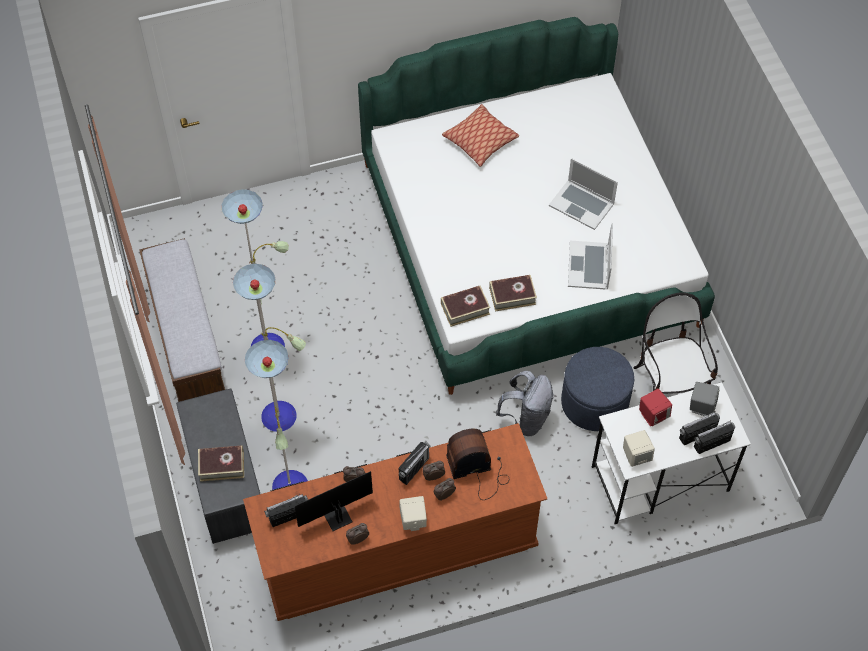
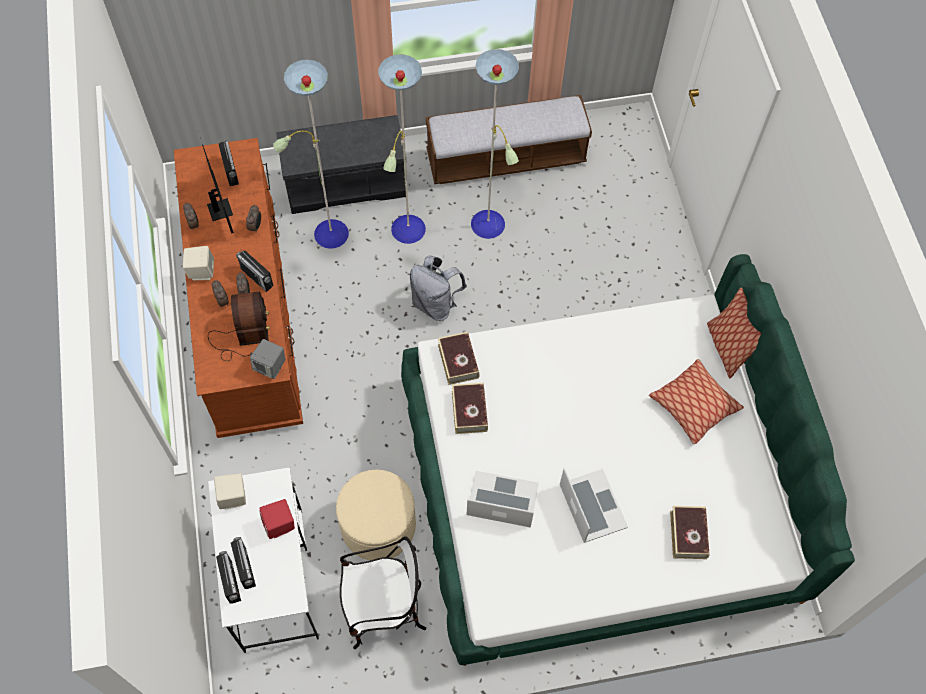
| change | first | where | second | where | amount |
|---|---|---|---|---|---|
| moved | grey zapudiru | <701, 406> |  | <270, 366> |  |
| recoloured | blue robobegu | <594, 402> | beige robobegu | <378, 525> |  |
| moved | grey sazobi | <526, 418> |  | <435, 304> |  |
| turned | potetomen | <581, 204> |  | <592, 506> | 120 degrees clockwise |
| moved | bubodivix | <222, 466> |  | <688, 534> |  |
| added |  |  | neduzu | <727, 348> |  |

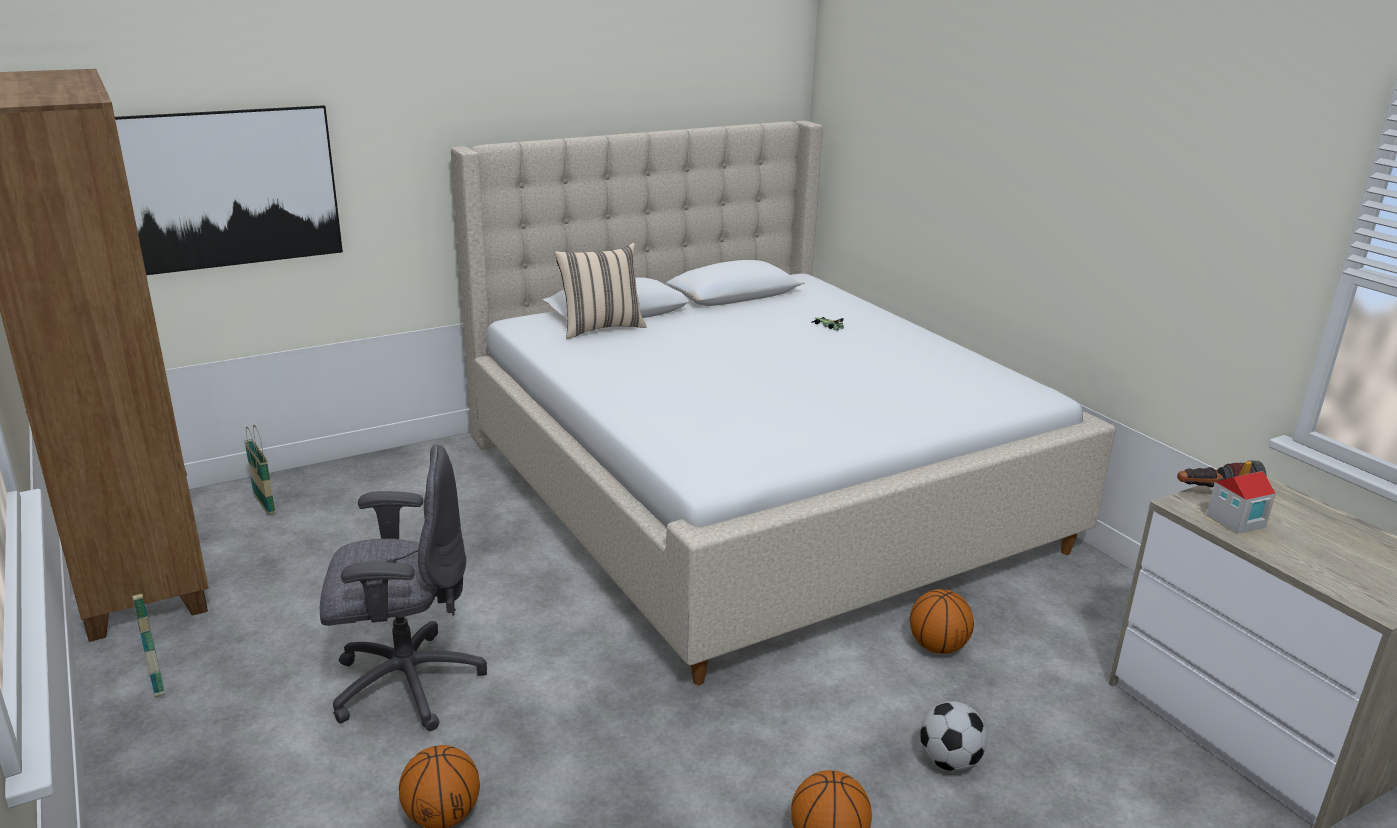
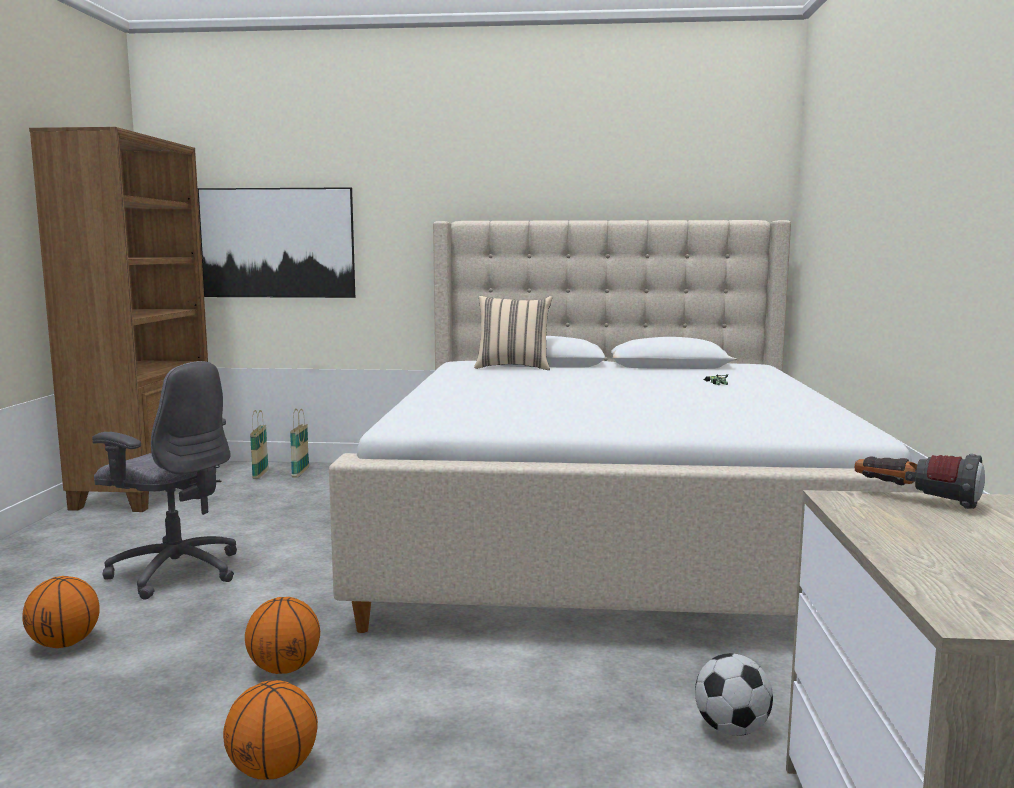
| change | first | where | second | where | amount |
|---|---|---|---|---|---|
| moved | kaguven | <937, 647> |  | <284, 669> |  |
| moved | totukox | <156, 677> |  | <300, 473> |  |
| moved | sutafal | <949, 762> |  | <731, 729> |  |
| removed | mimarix | <1235, 521> |  |  |  |

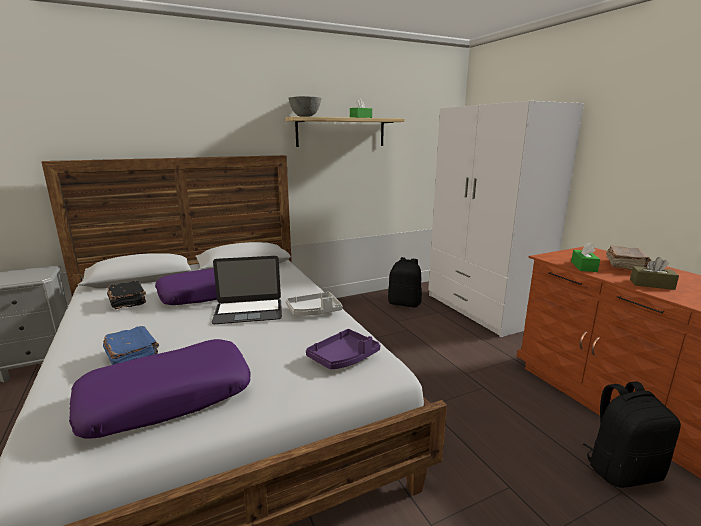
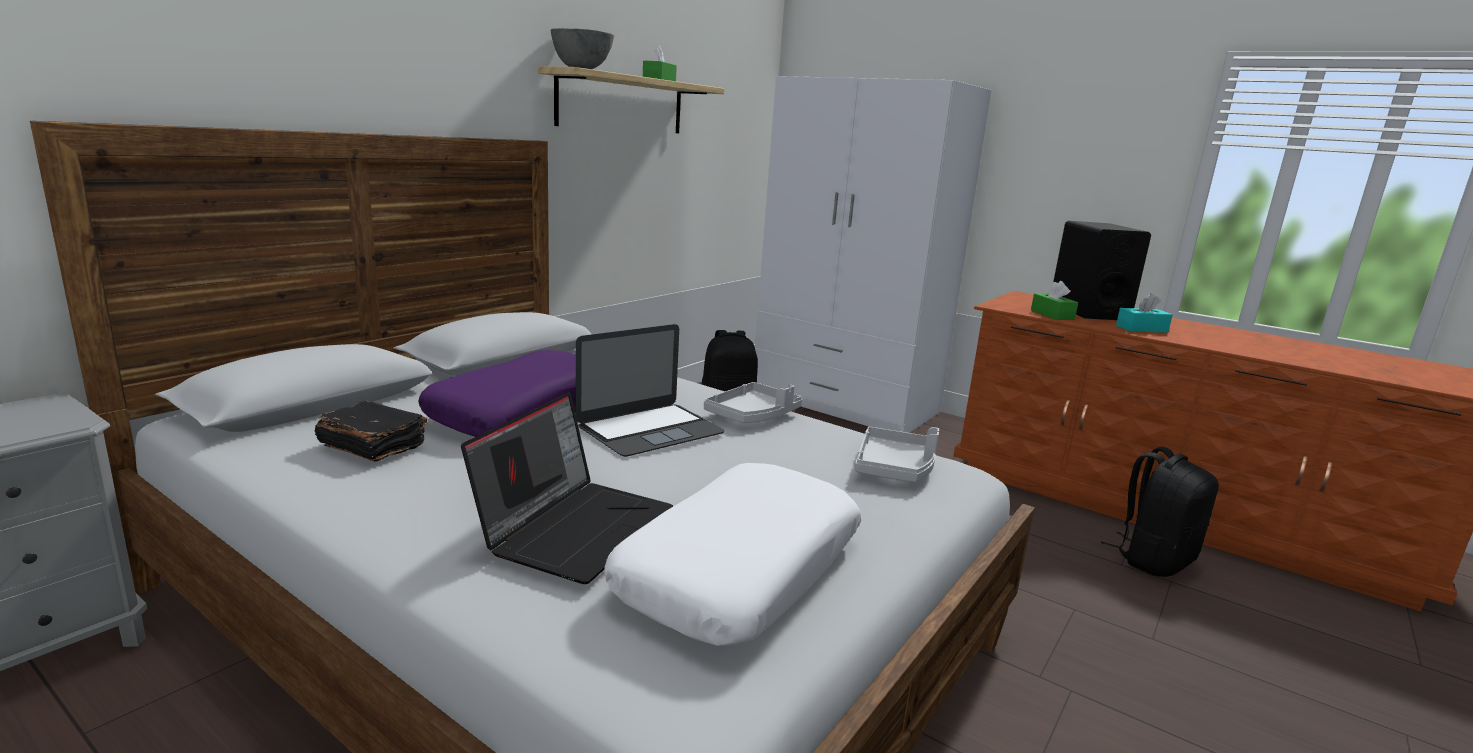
| change | first | where | second | where | amount |
|---|---|---|---|---|---|
| replaced | blue bubodivix | <133, 356> | potetomen | <575, 527> |  |
| recoloured | purple neduzu | <168, 398> | white neduzu | <740, 570> |  |
| recoloured | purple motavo | <344, 358> | grey motavo | <895, 468> |  |
| replaced | brown bubodivix | <625, 266> | black zapudiru | <1088, 311> |  |
| recoloured | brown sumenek | <651, 284> | turquoise sumenek | <1141, 329> |  |

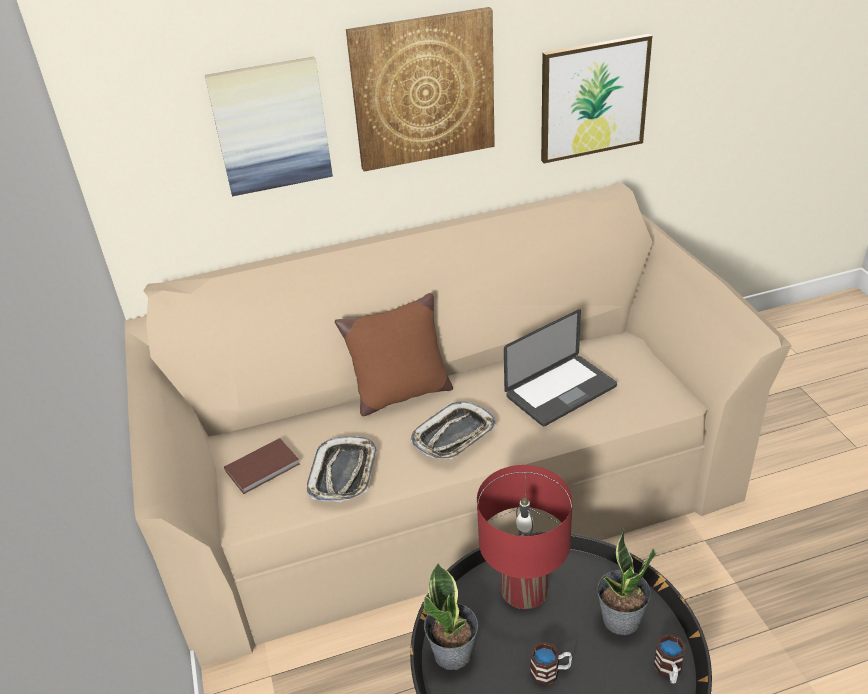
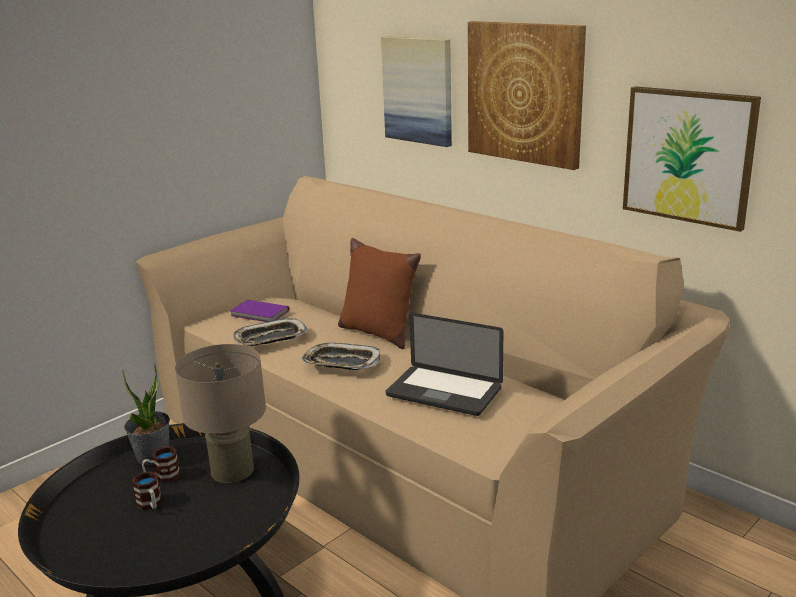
| change | first | where | second | where | amount |
|---|---|---|---|---|---|
| moved | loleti | <669, 670> |  | <162, 477> |  |
| recoloured | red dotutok | <524, 589> | beige dotutok | <232, 470> |  |
| recoloured | brown bubodivix | <264, 468> | purple bubodivix | <259, 314> |  |
| removed | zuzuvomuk | <620, 620> |  |  |  |

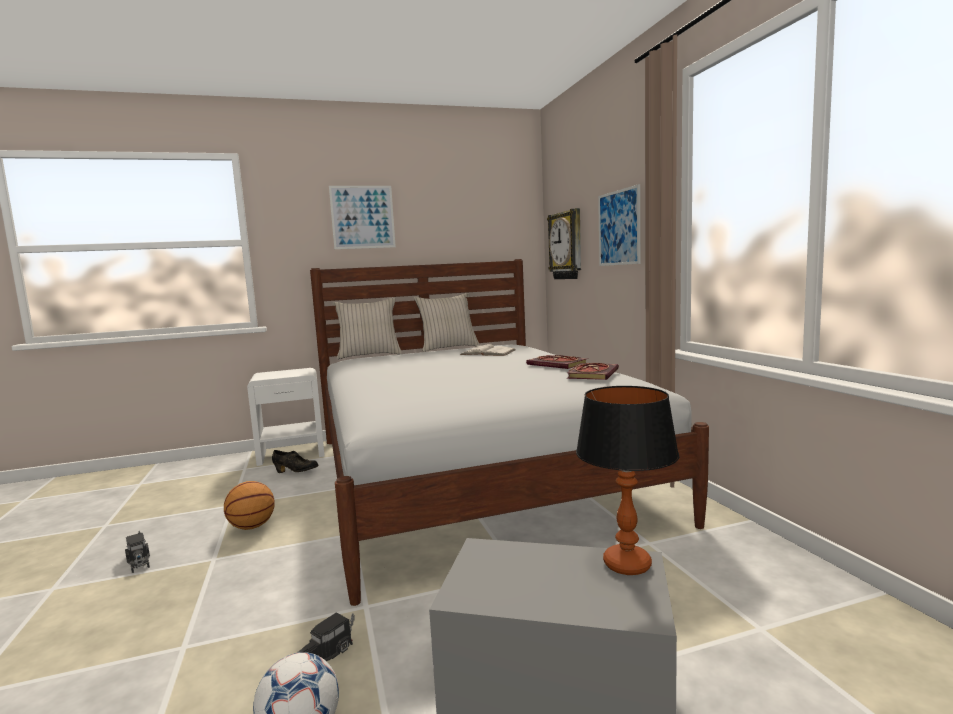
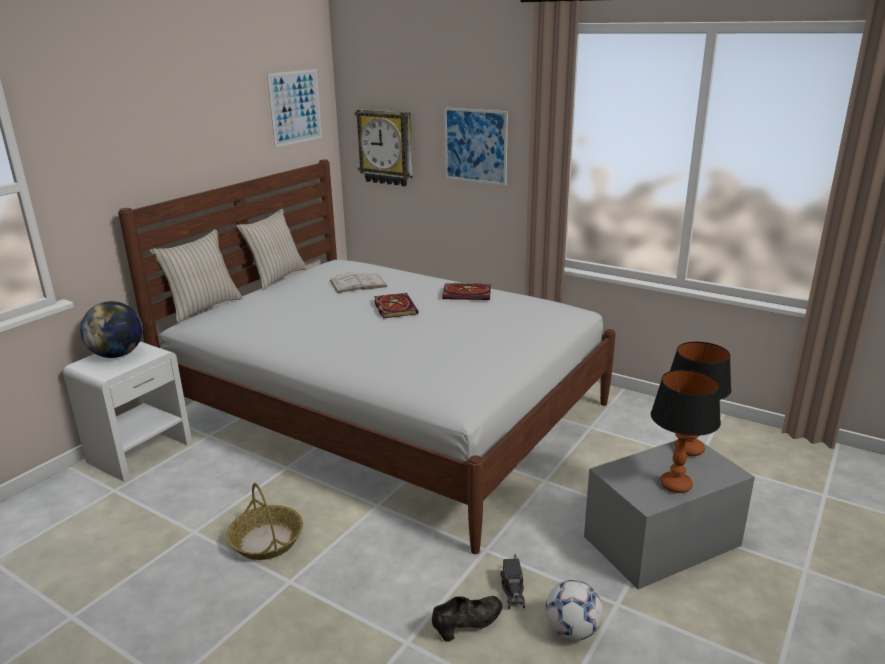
| change | first | where | second | where | amount |
|---|---|---|---|---|---|
| added |  |  | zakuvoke | <117, 355> |  |
| replaced | kaguven | <252, 527> | totukox | <267, 541> |  |
| moved | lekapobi | <362, 217> |  | <295, 107> |  |
| moved | bubodivix | <592, 374> |  | <394, 307> |  |
| moved | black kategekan | <295, 472> |  | <468, 626> |  |
| added |  |  | dotutok | <675, 485> |  |
| removed | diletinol | <138, 561> |  |  |  |

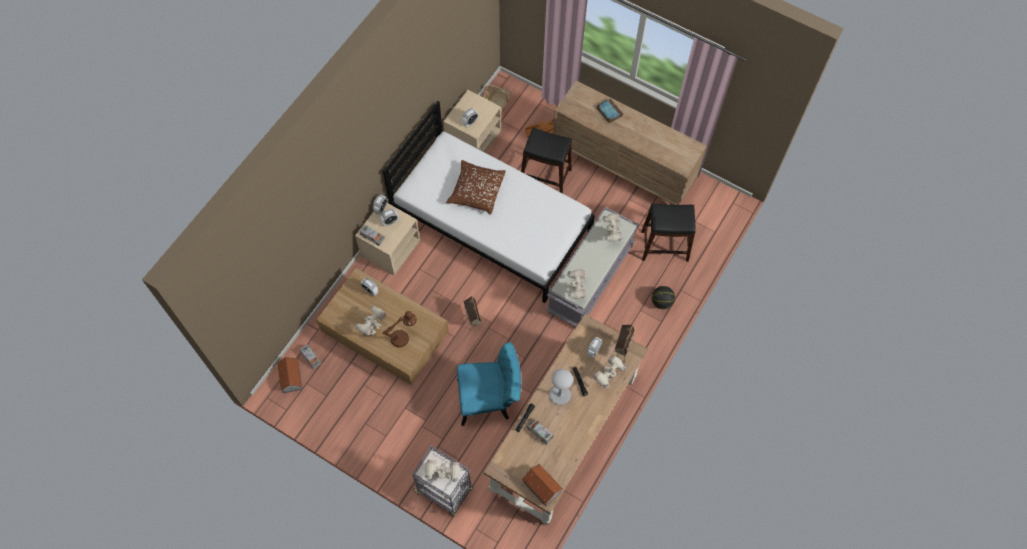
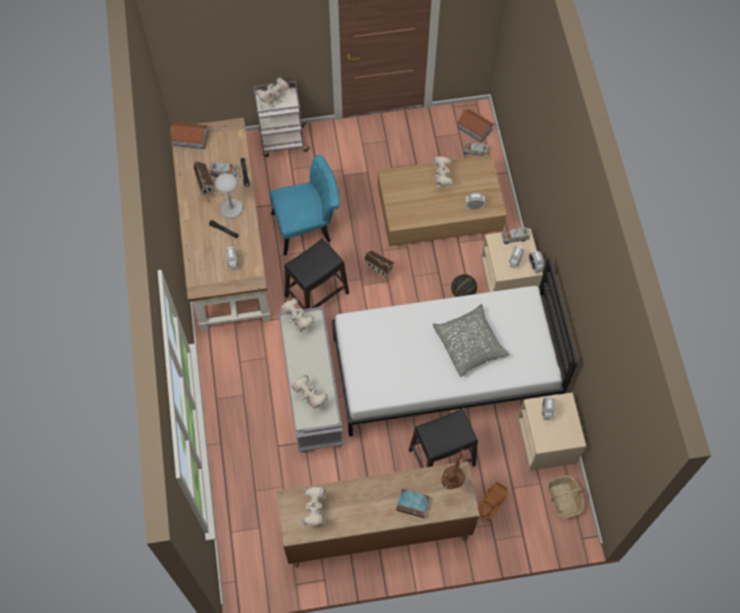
| change | first | where | second | where | amount |
|---|---|---|---|---|---|
| moved | mimarix | <621, 349> |  | <207, 192> |  |
| turned | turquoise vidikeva | <490, 399> |  | <308, 226> | 150 degrees counterclockwise |
| moved | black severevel | <664, 246> |  | <316, 294> |  |
| moved | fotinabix | <607, 378> |  | <315, 512> |  |
| recoloured | brown neduzu | <476, 191> | grey neduzu | <470, 344> |  |
| moved | brown dotutok | <403, 337> |  | <451, 482> |  |
| moved | kaguven | <661, 302> |  | <463, 292> |  |

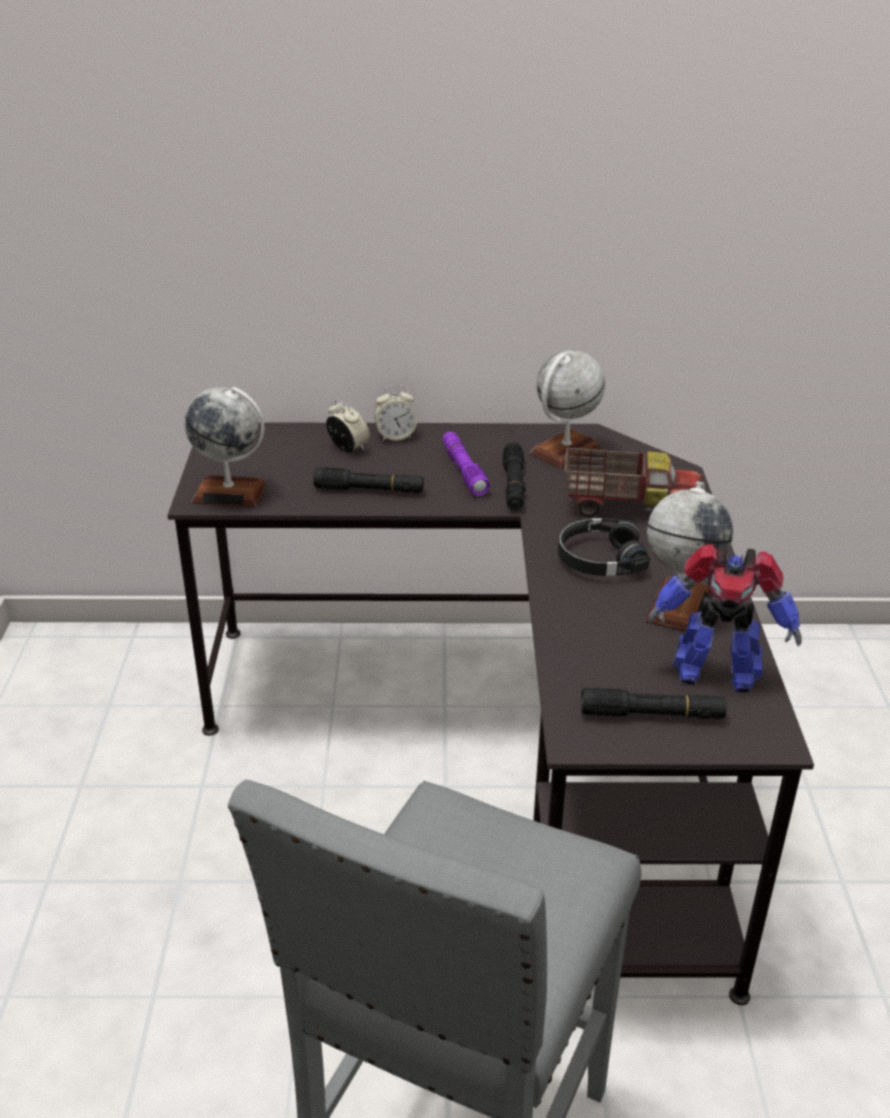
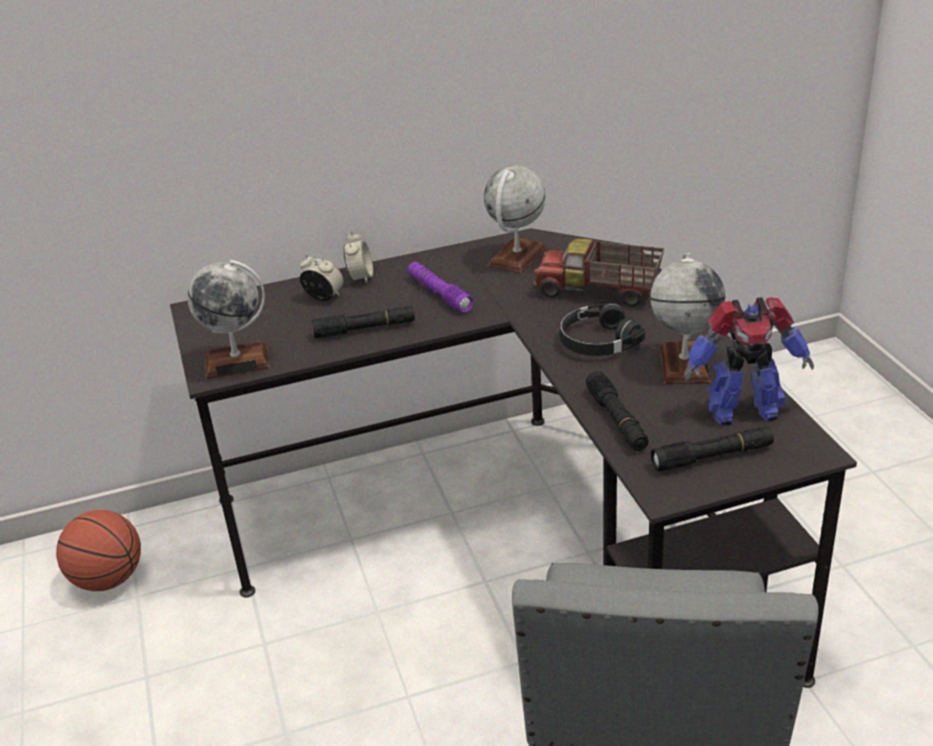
| change | first | where | second | where | amount |
|---|---|---|---|---|---|
| added |  |  | kaguven | <108, 579> |  |
| turned | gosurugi | <395, 436> |  | <360, 277> | 60 degrees counterclockwise |
| turned | diletinol | <630, 507> |  | <598, 292> | 150 degrees counterclockwise |
| moved | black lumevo | <513, 485> |  | <617, 420> |  |

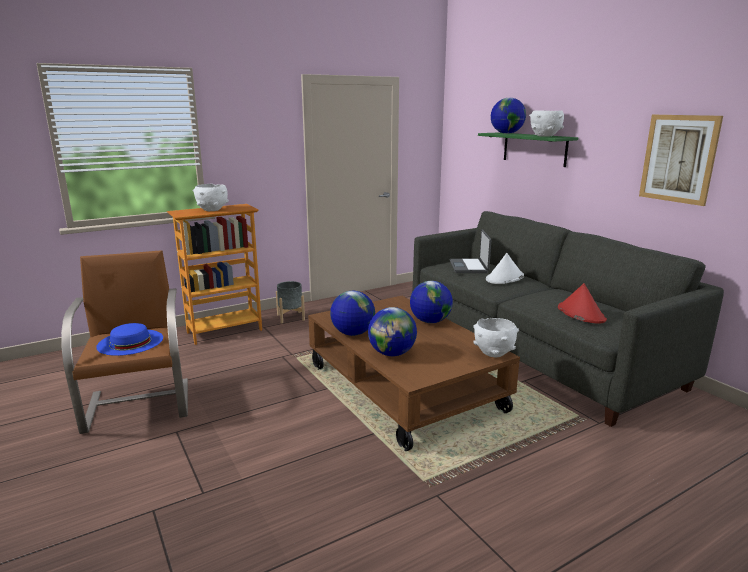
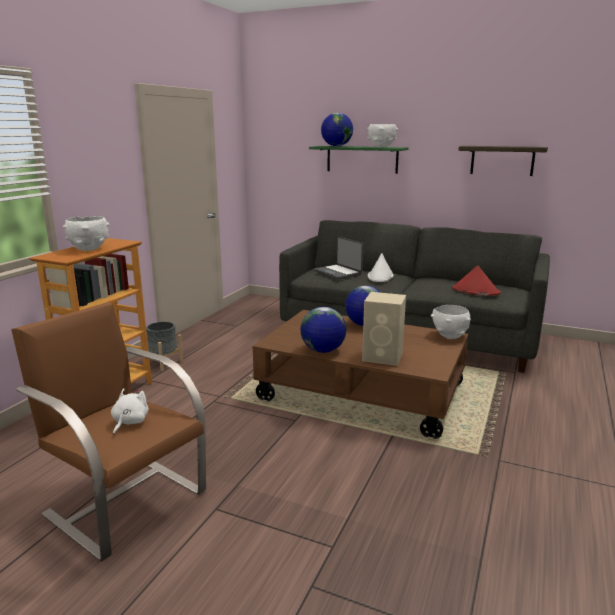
| change | first | where | second | where | amount |
|---|---|---|---|---|---|
| replaced | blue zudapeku | <130, 342> | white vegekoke | <129, 422> |  |
| replaced | zakuvoke | <392, 353> | beige zapudiru | <383, 357> |  |
| replaced | lekapobi | <678, 159> | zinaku | <502, 160> |  |

